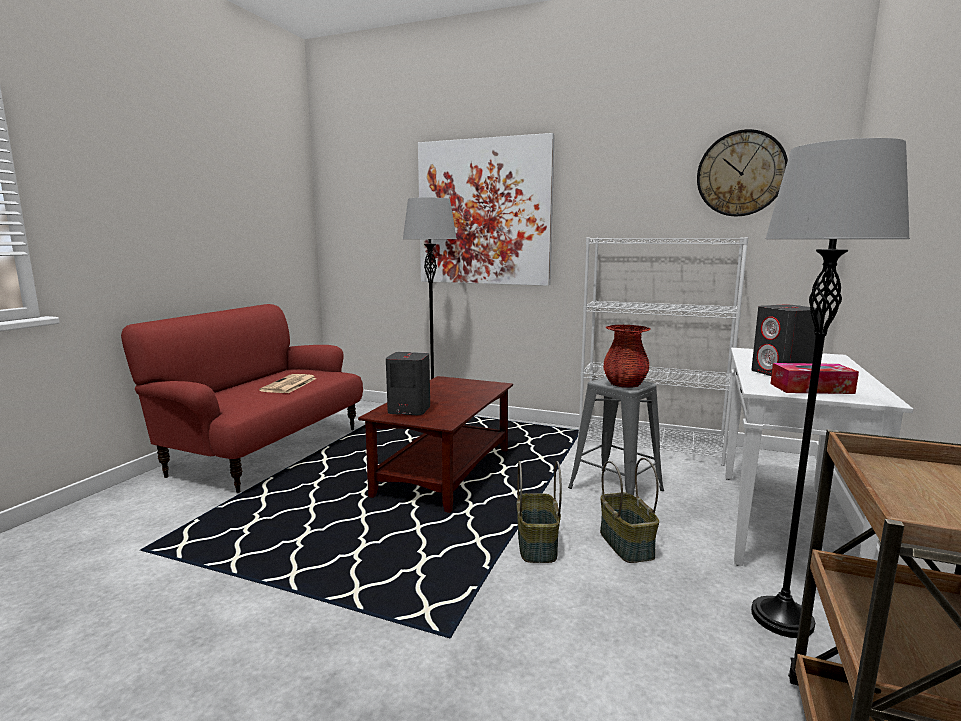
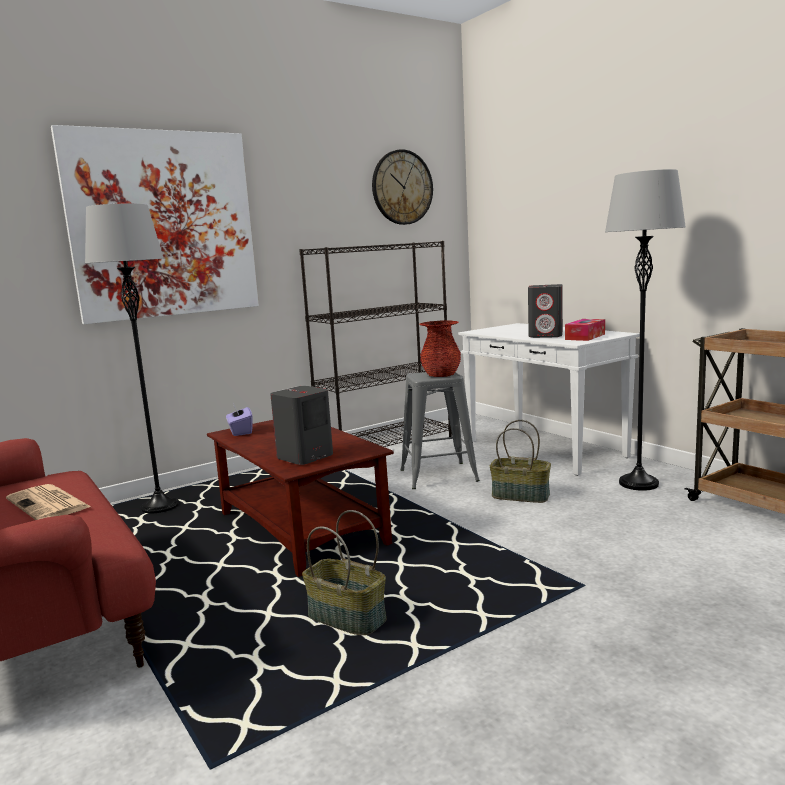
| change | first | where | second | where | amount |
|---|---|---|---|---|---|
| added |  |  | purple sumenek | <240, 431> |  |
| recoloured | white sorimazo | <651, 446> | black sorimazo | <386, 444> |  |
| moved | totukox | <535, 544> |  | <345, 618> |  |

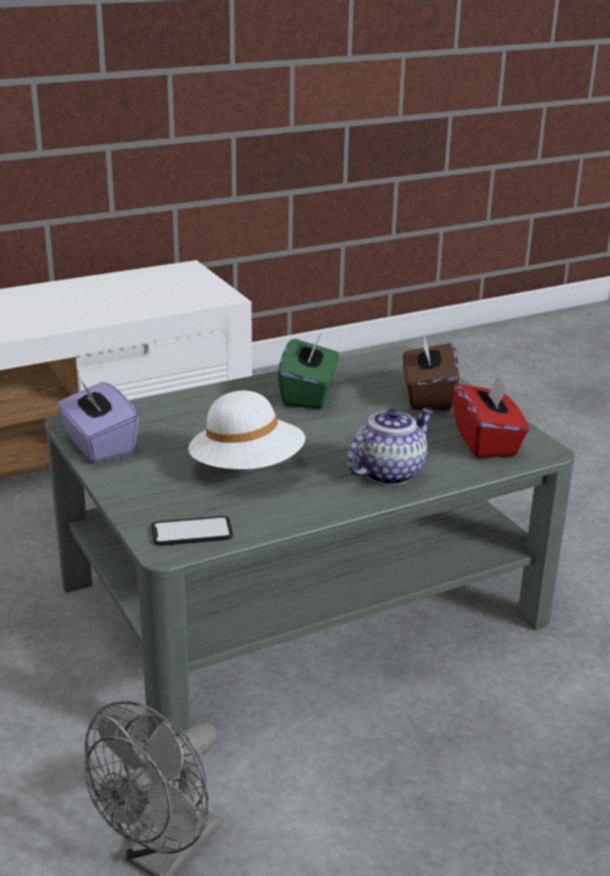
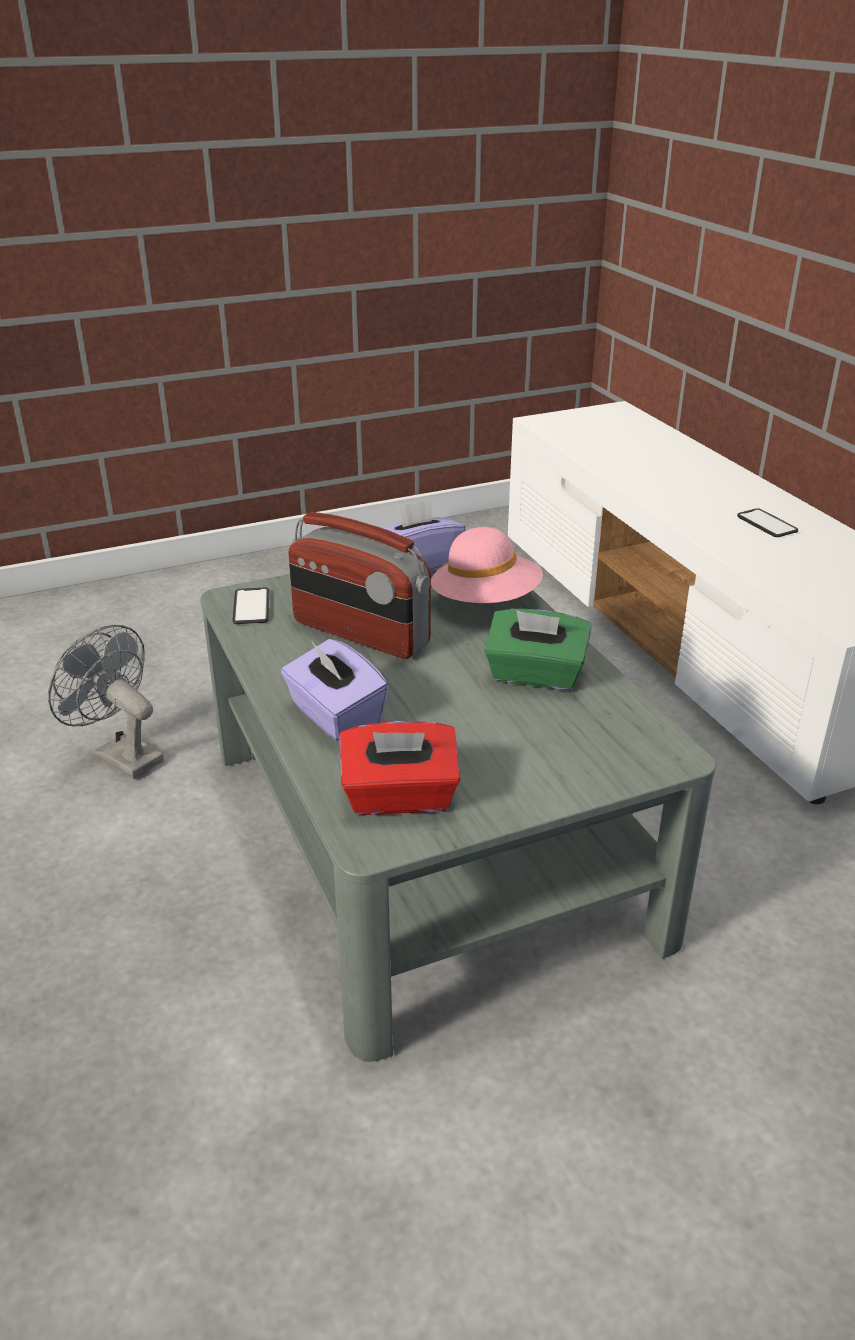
| change | first | where | second | where | amount |
|---|---|---|---|---|---|
| replaced | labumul | <389, 472> | purple sumenek | <335, 716> |  |
| replaced | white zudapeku | <247, 468> | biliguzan | <360, 634> |  |
| added |  |  | pink zudapeku | <486, 602> |  |
| added |  |  | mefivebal | <766, 524> |  |
| removed | brown sumenek | <427, 397> |  |  |  |

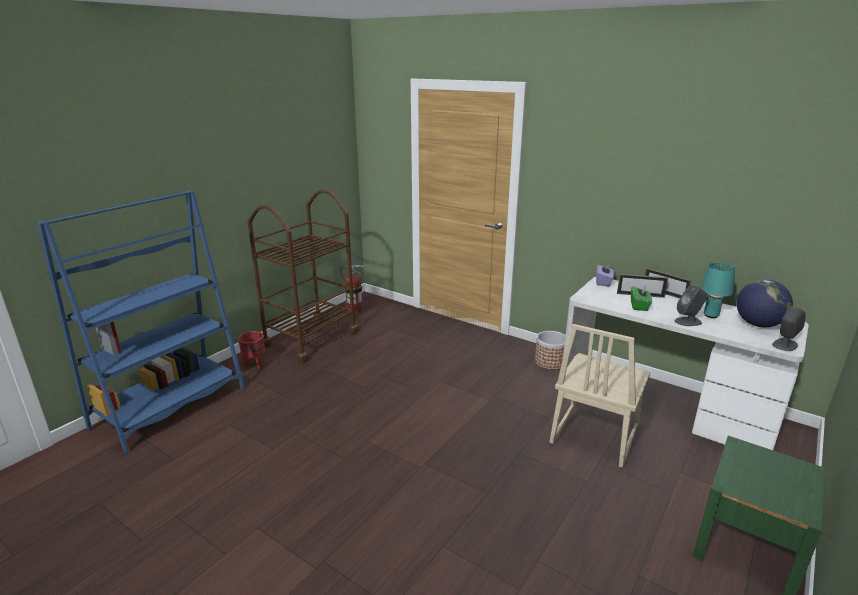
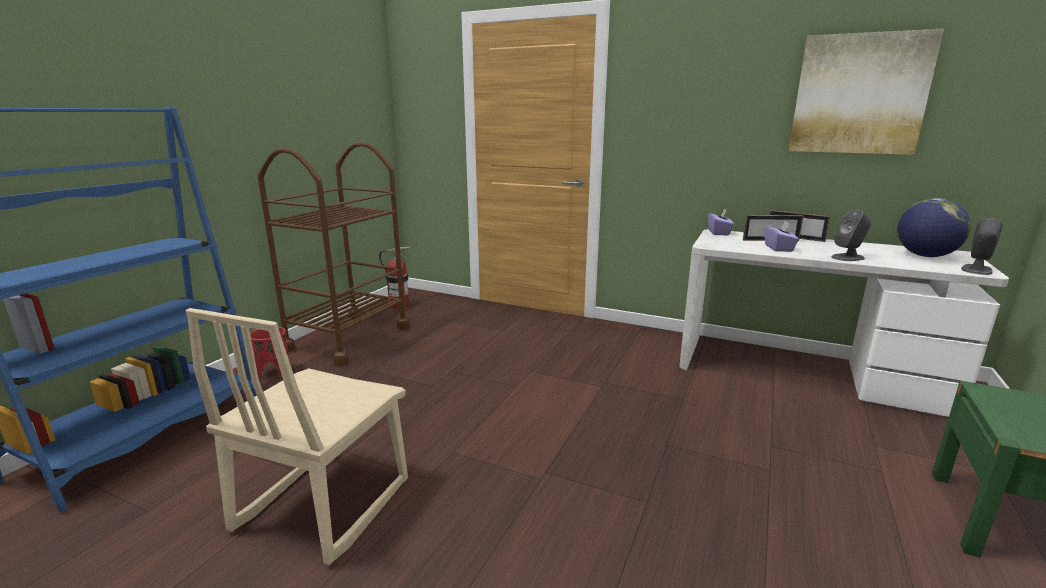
| change | first | where | second | where | amount |
|---|---|---|---|---|---|
| moved | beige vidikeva | <593, 435> |  | <322, 504> |  |
| recoloured | green sumenek | <639, 306> | purple sumenek | <779, 248> |  |
| added |  |  | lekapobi | <859, 94> |  |
| removed | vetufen | <550, 362> |  |  |  |
| removed | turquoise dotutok | <710, 315> |  |  |  |

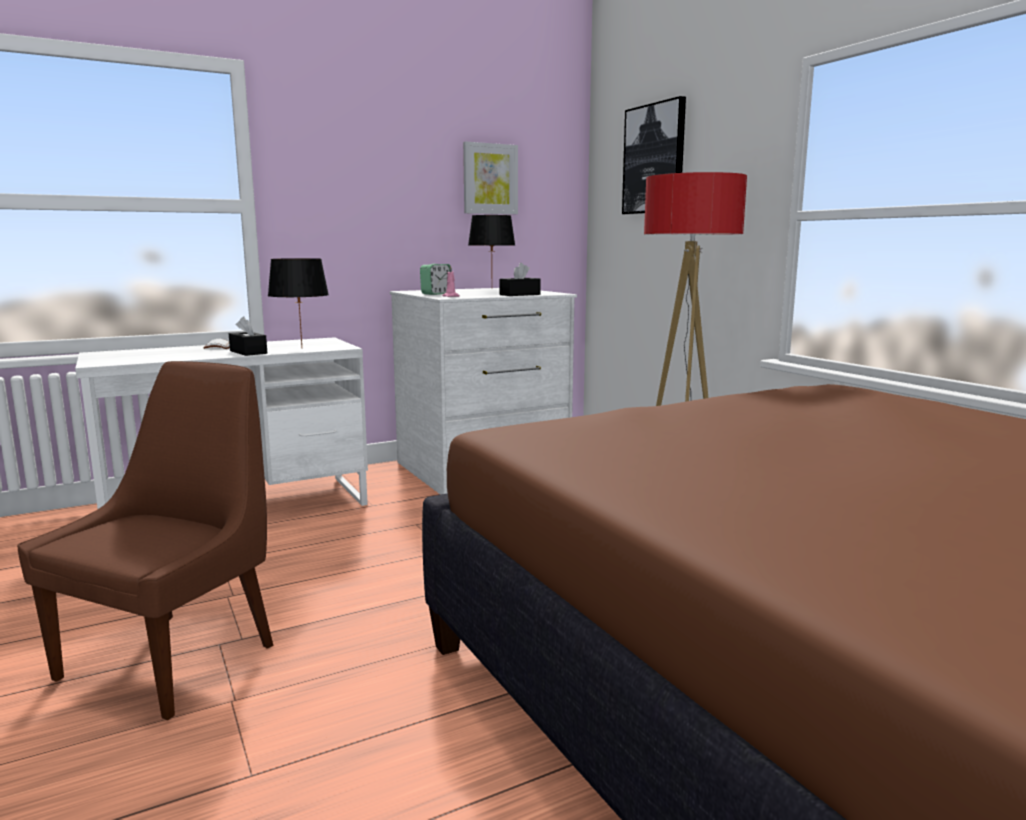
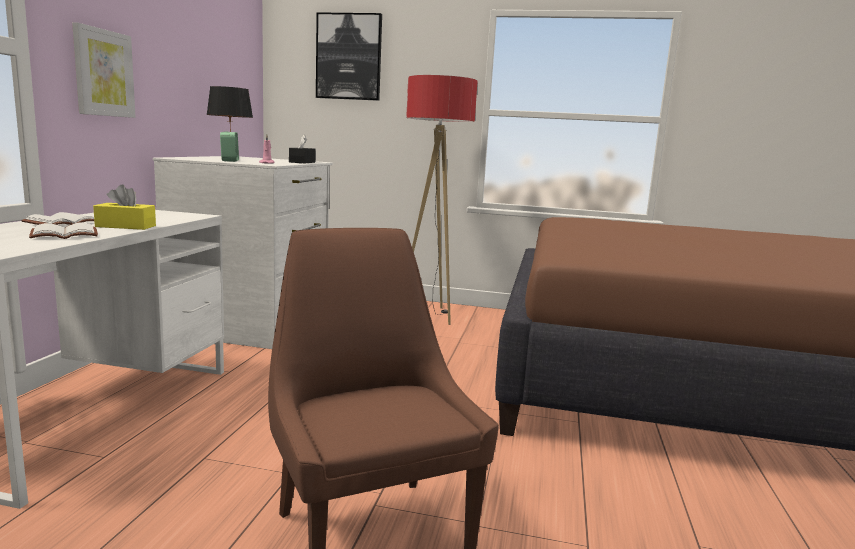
| change | first | where | second | where | amount |
|---|---|---|---|---|---|
| added |  |  | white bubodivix | <63, 235> |  |
| moved | lekapobi | <490, 179> |  | <103, 73> |  |
| recoloured | black sumenek | <248, 352> | yellow sumenek | <126, 226> |  |
| removed | black dotutok | <301, 348> |  |  |  |

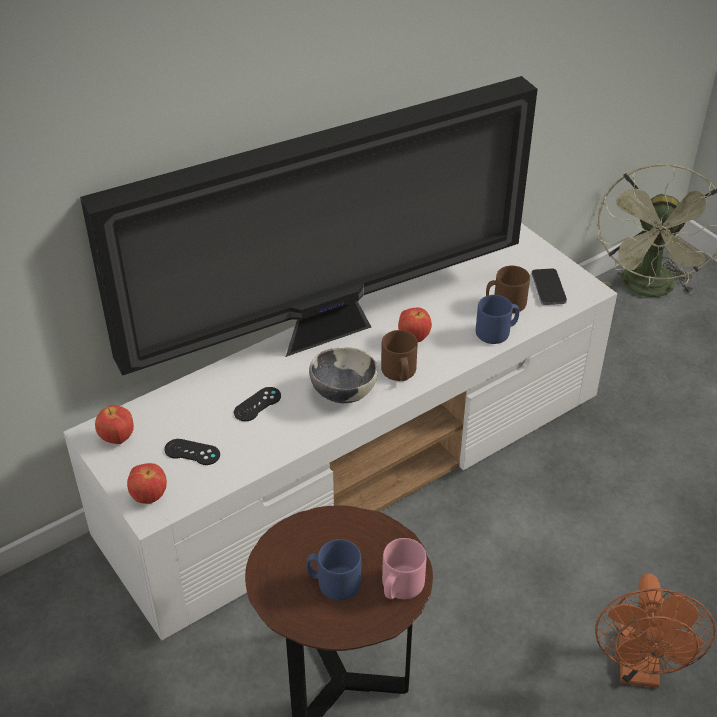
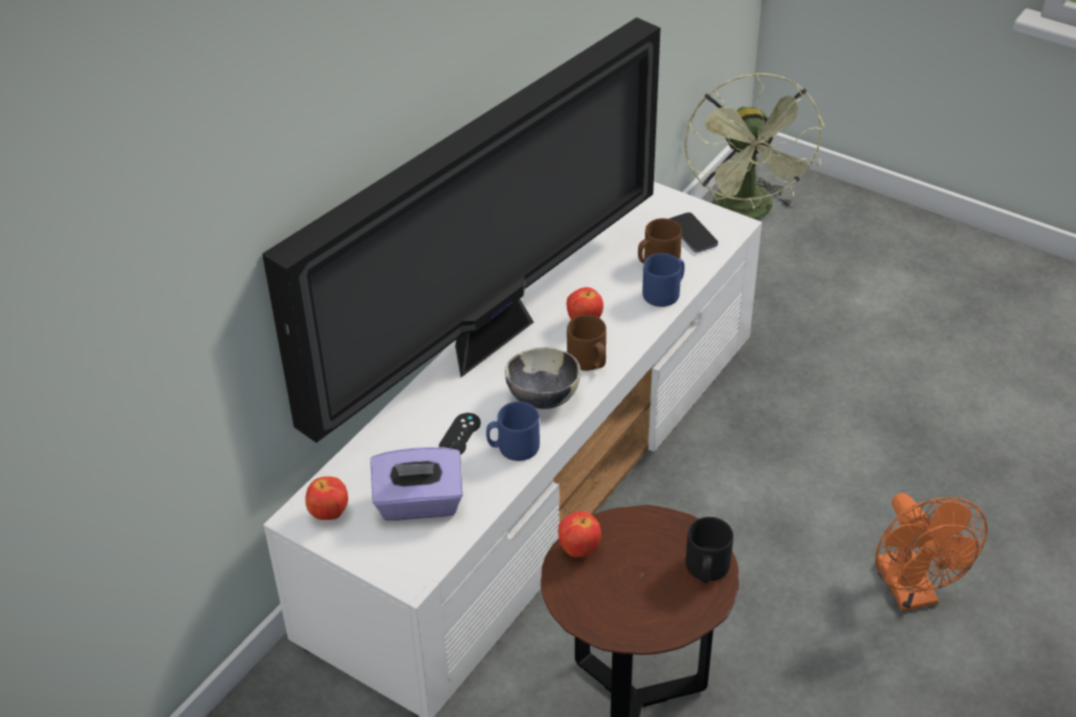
| change | first | where | second | where | amount |
|---|---|---|---|---|---|
| replaced | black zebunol | <192, 452> | purple sumenek | <419, 504> |  |
| moved | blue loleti | <334, 583> |  | <513, 447> |  |
| moved | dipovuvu | <150, 497> |  | <579, 549> |  |
| recoloured | pink loleti | <400, 587> | black loleti | <706, 569> |  |

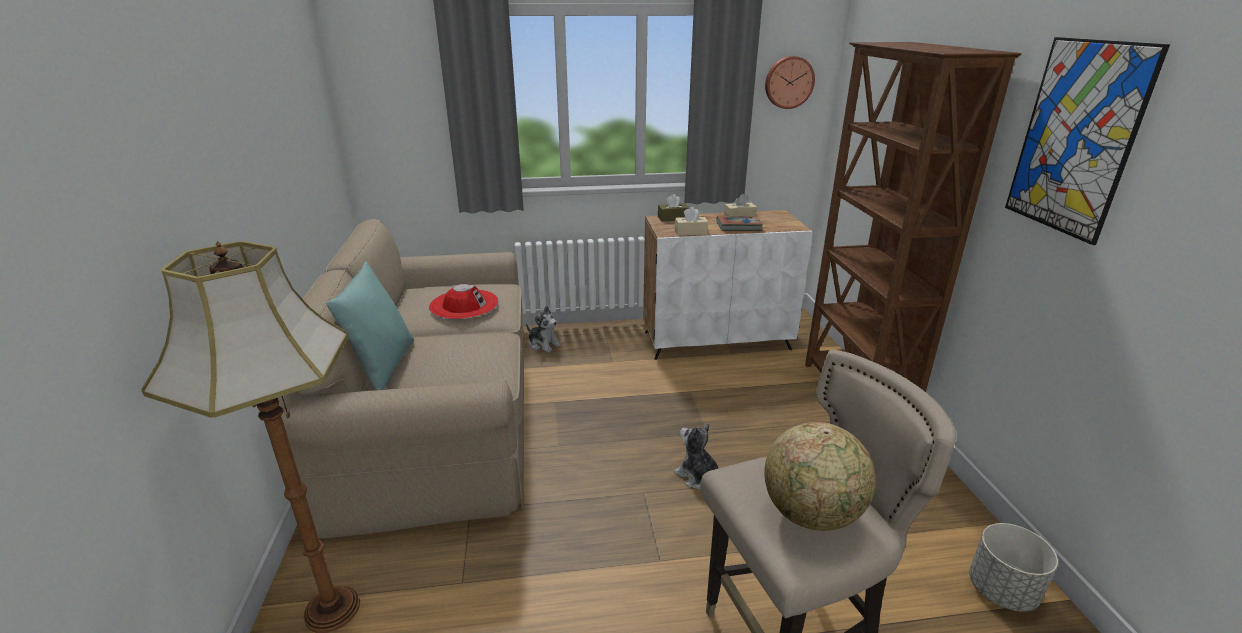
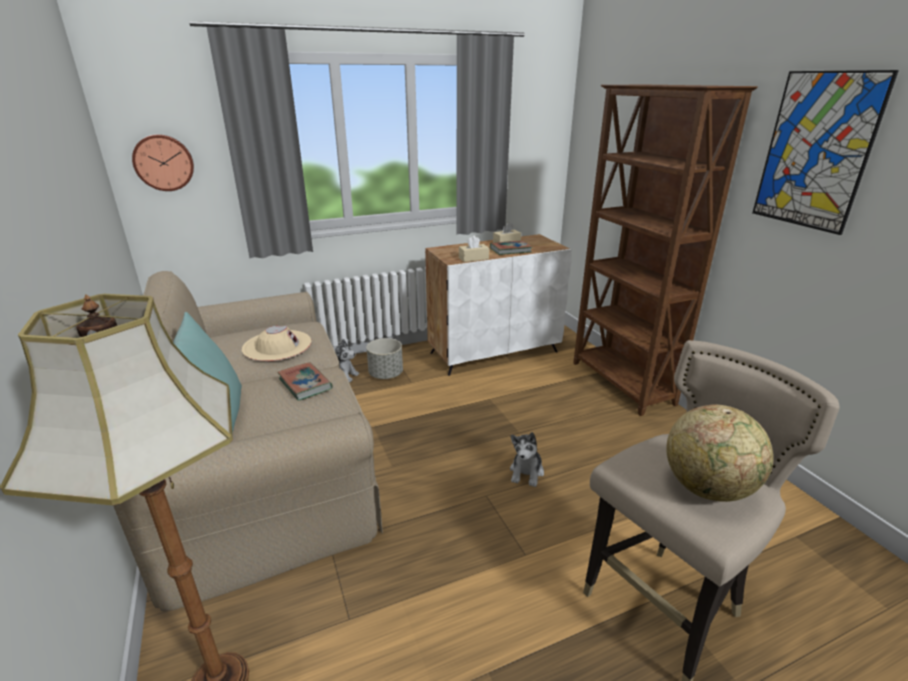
| change | first | where | second | where | amount |
|---|---|---|---|---|---|
| moved | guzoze | <788, 82> |  | <164, 162> |  |
| recoloured | red zudapeku | <464, 304> | beige zudapeku | <277, 345> |  |
| added |  |  | bubodivix | <305, 384> |  |
| moved | grey vetufen | <1001, 590> |  | <386, 374> |  |
| turned | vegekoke | <698, 476> |  | <526, 472> | 105 degrees counterclockwise |
| removed | brown sumenek | <673, 218> |  |  |  |

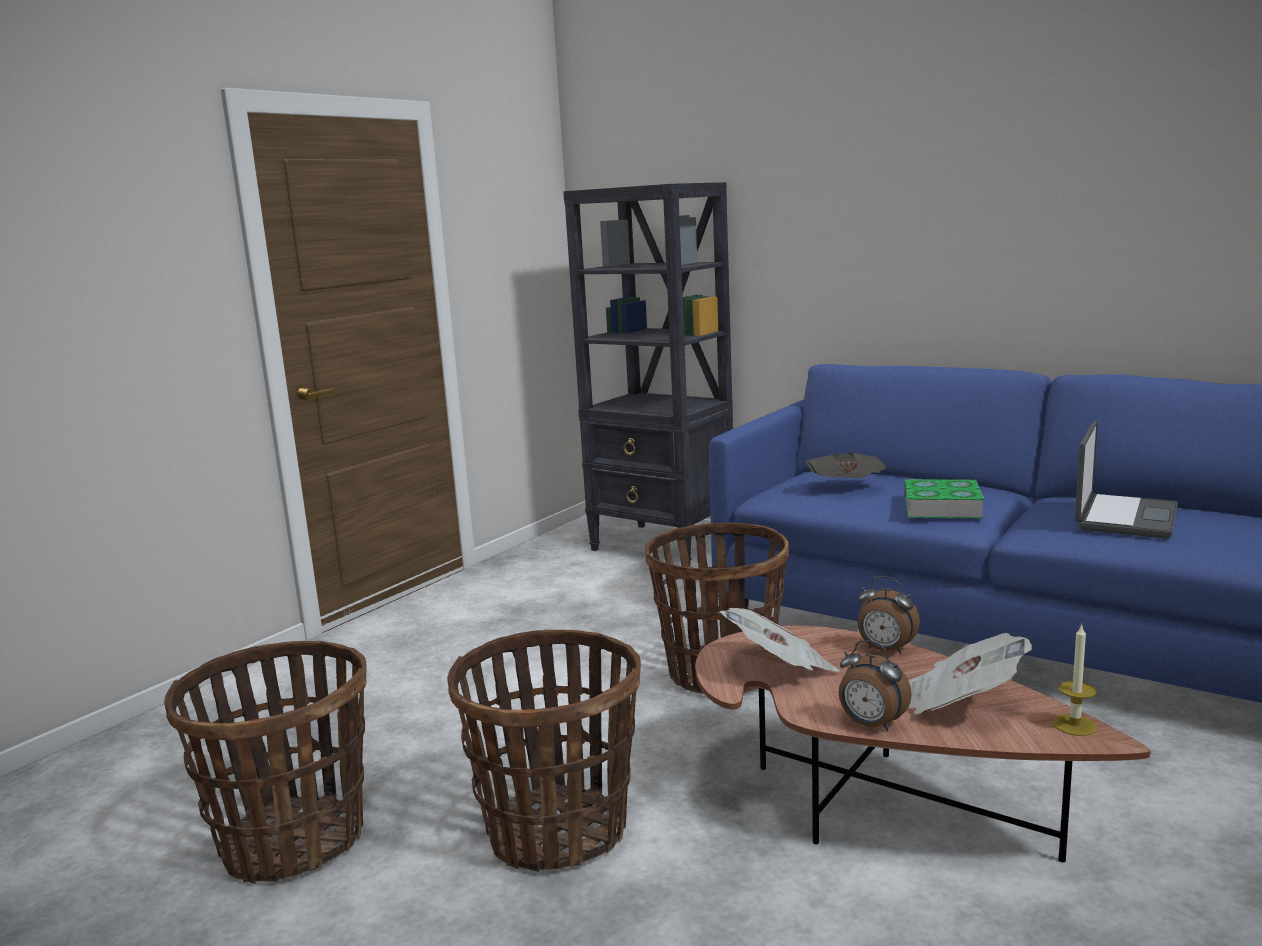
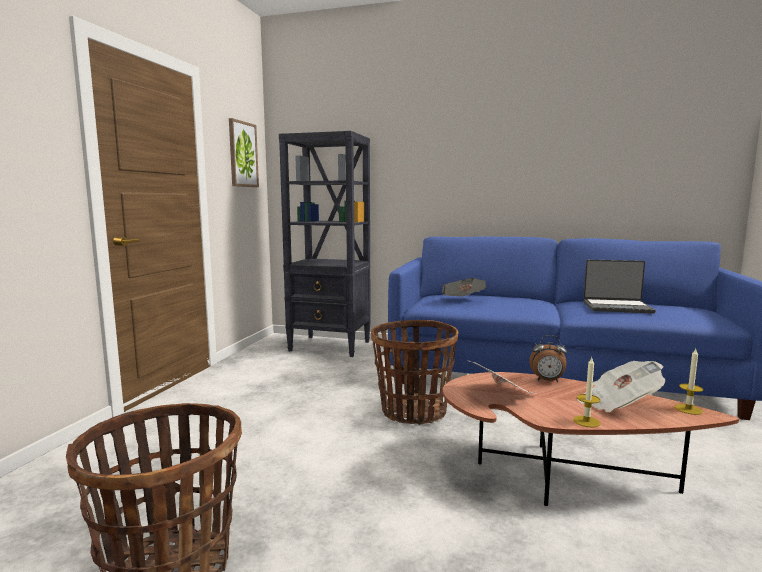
| change | first | where | second | where | amount |
|---|---|---|---|---|---|
| added |  |  | lekapobi | <242, 154> |  |
| replaced | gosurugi | <871, 725> | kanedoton | <586, 421> |  |
| turned | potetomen | <1123, 518> |  | <617, 307> | 90 degrees clockwise |
| removed | totukox | <557, 831> |  |  |  |
| removed | bubodivix | <942, 506> |  |  |  |

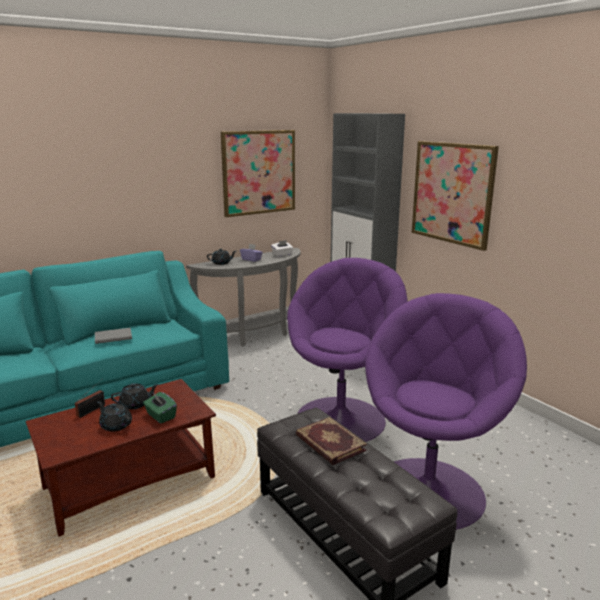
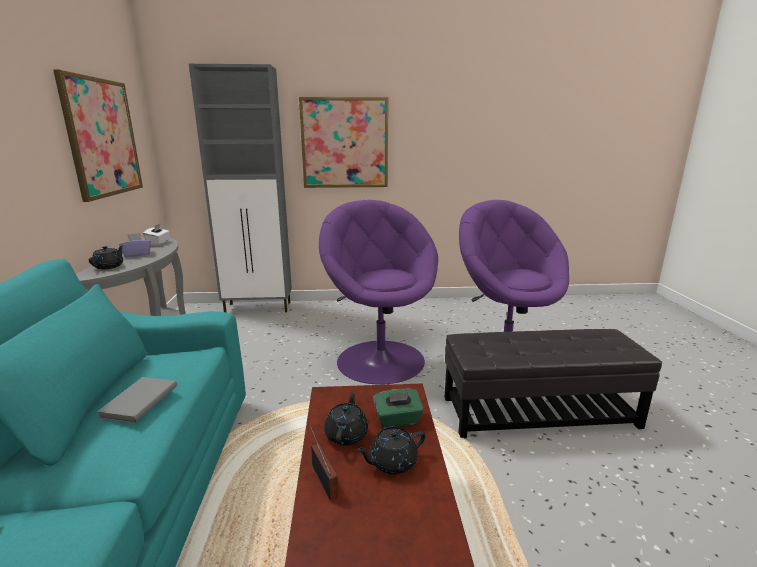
| change | first | where | second | where | amount |
|---|---|---|---|---|---|
| removed | bubodivix | <329, 443> |  |  |  |

